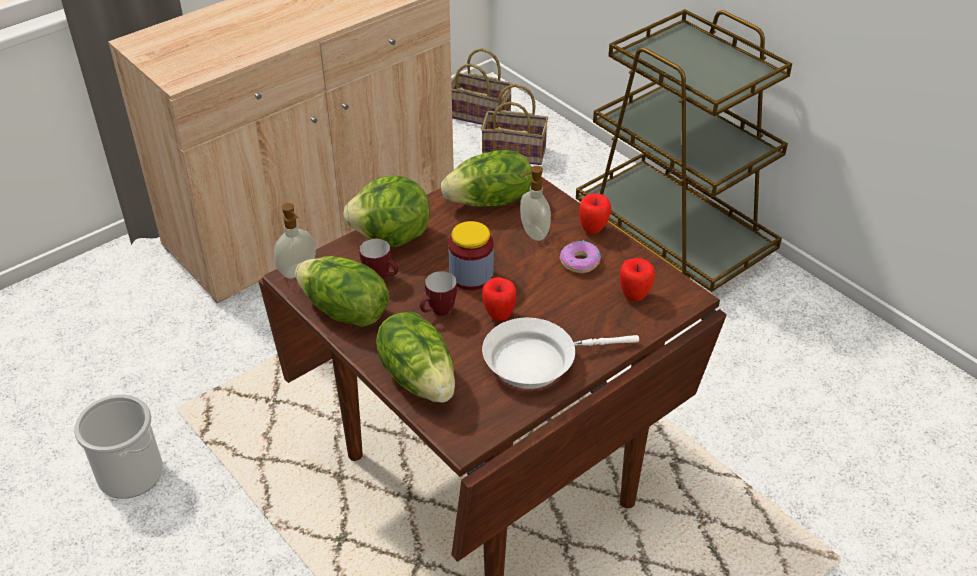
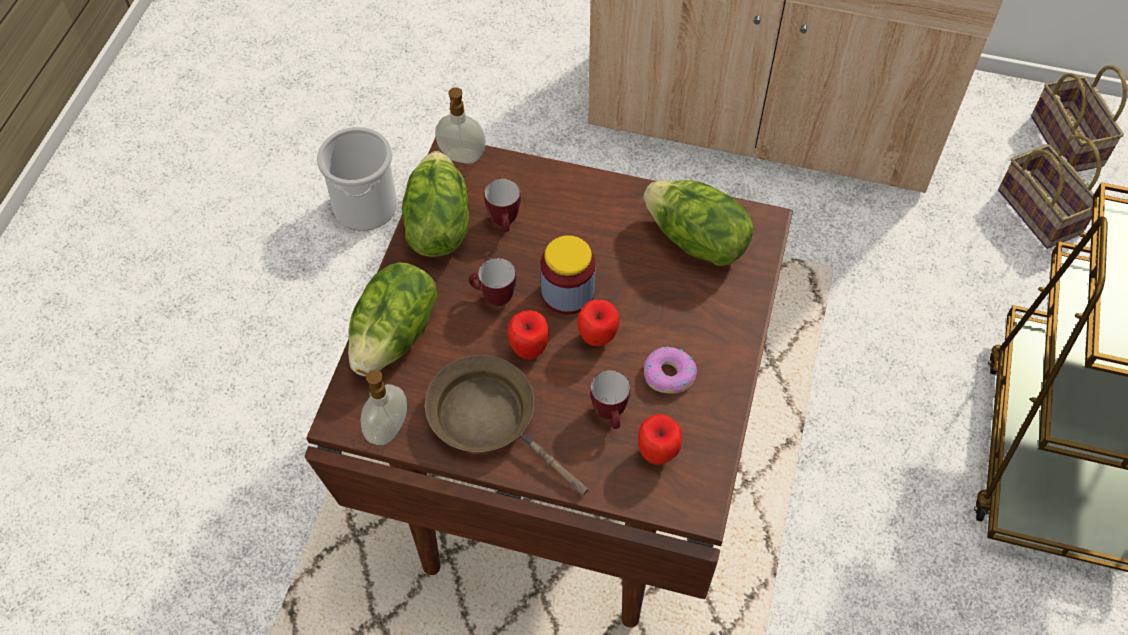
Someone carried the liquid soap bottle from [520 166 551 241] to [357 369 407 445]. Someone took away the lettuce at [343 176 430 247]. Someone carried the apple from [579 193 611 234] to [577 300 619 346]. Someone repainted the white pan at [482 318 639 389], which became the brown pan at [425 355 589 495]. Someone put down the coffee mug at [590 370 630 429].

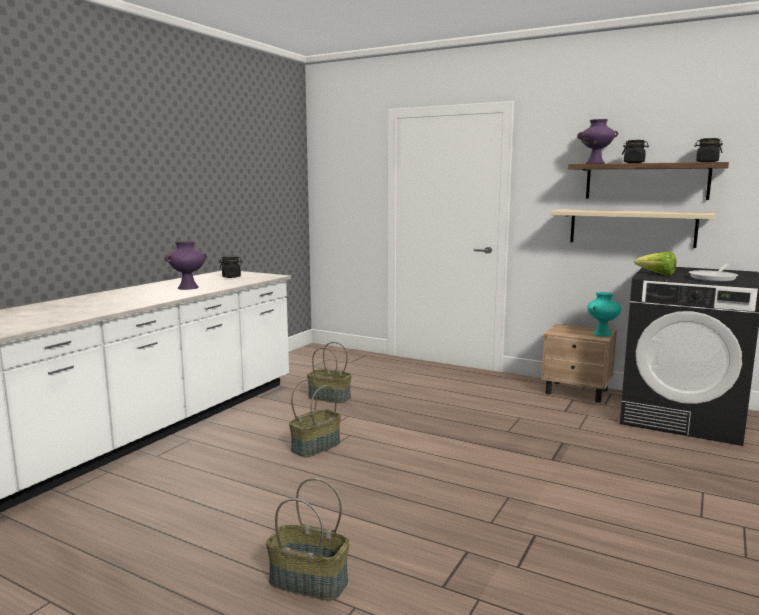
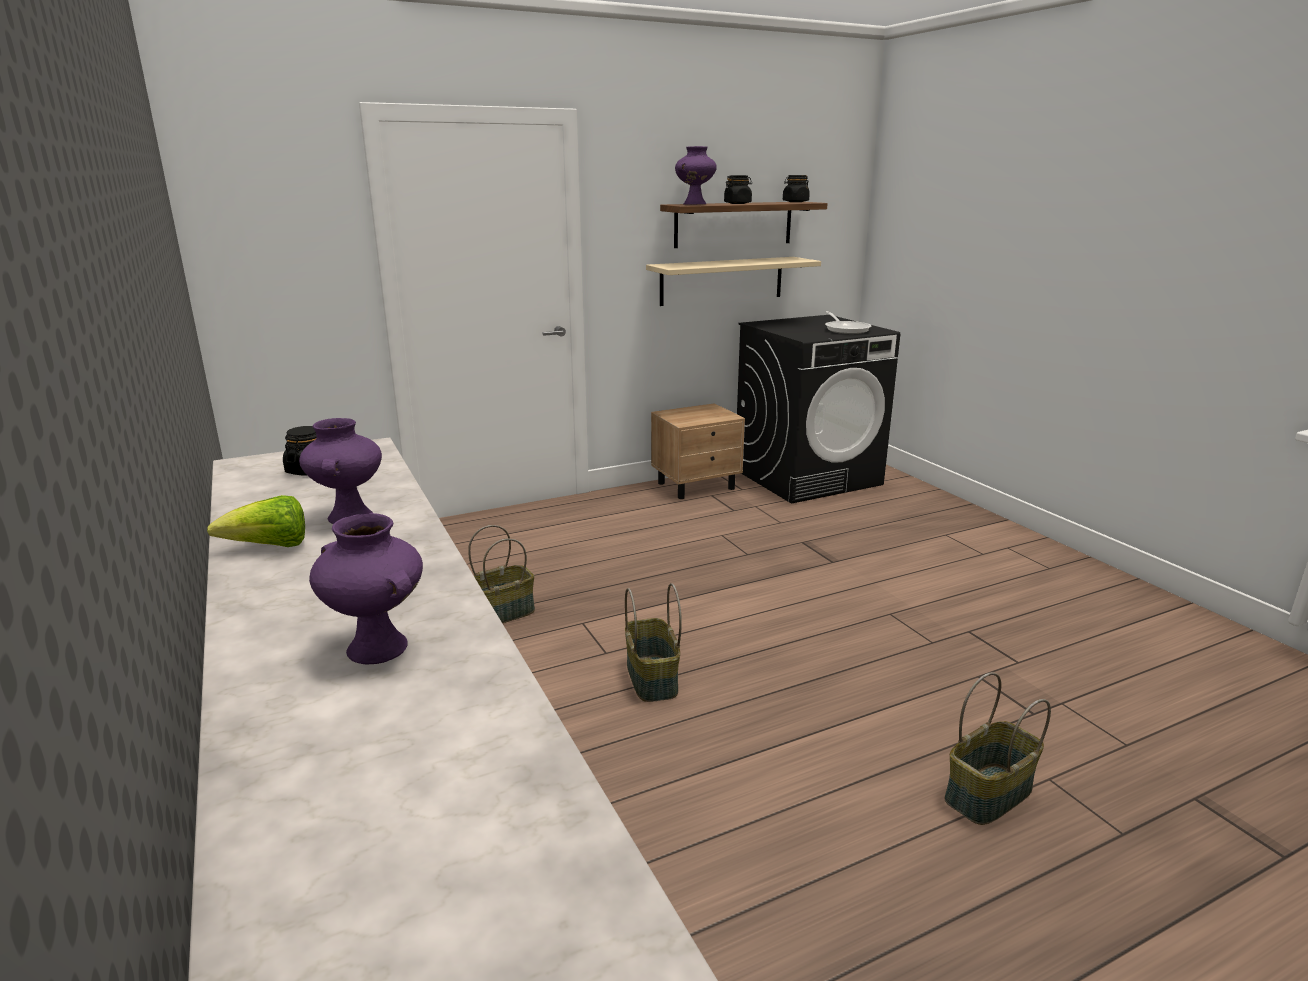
Someone carried the lettuce from [634 252 676 275] to [207 495 305 547]. Someone took away the turquoise vase at [587 292 621 337]. Someone put down the purple vase at [309 513 423 664].

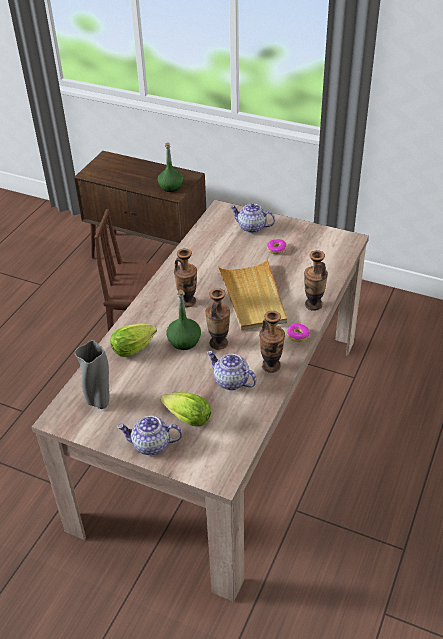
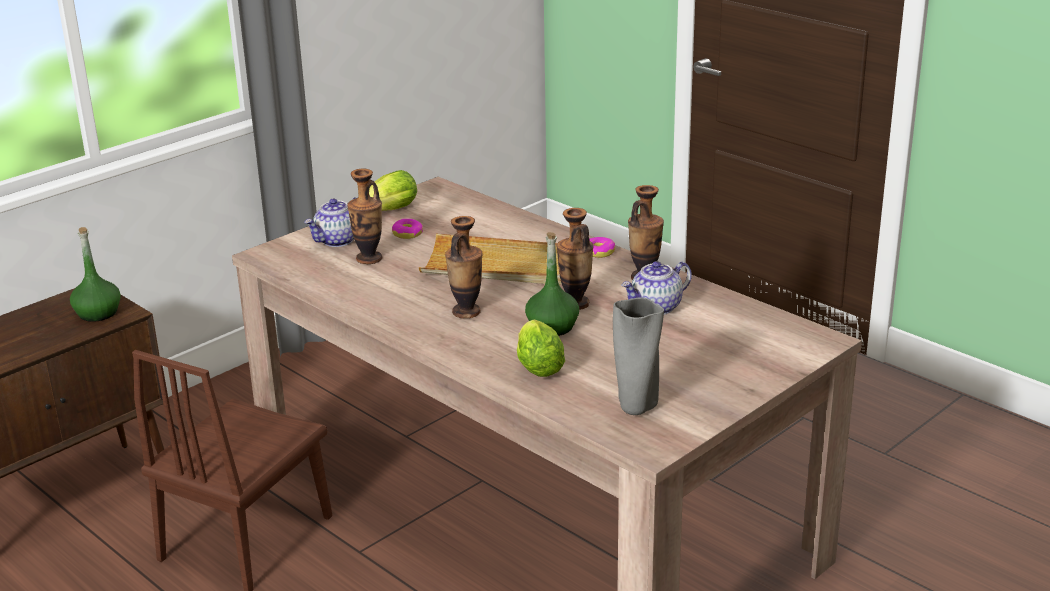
Someone carried the vase from [304 250 328 311] to [347 168 382 264]. Someone carried the lettuce from [161 392 211 426] to [369 170 417 211]. Someone took away the pot for tea at [117 416 182 455].

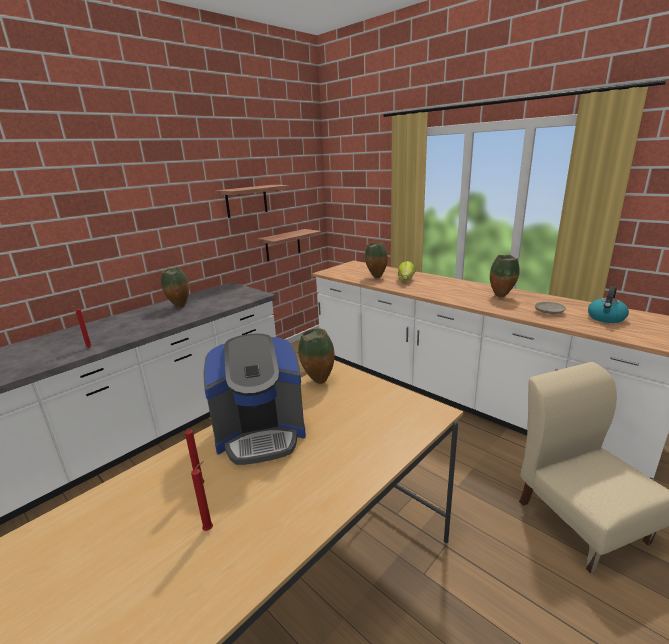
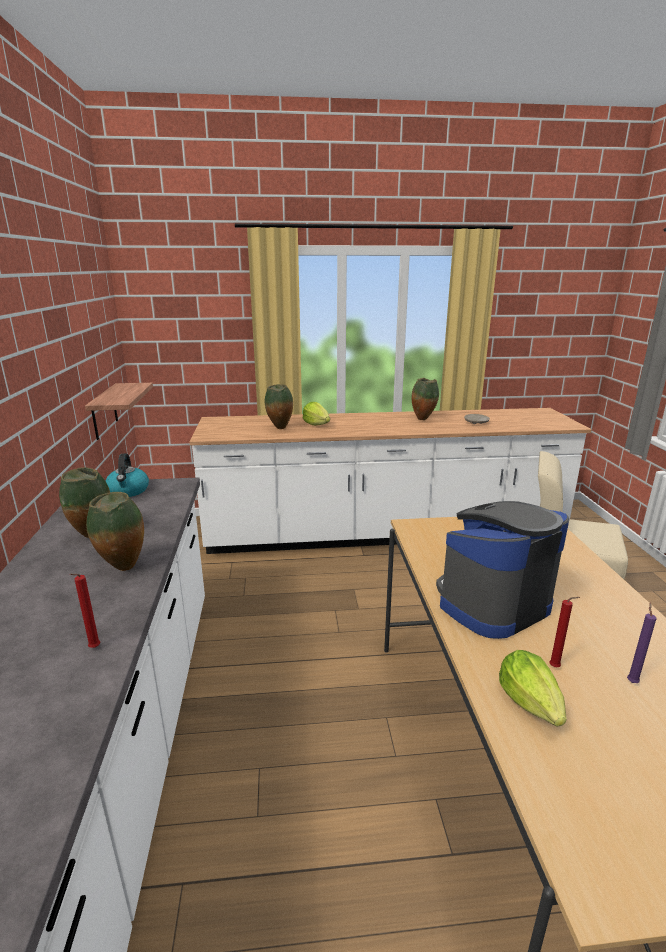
Someone took away the wall shelf at [215 185 289 218]. Someone carried the tea kettle from [588 286 629 323] to [106 453 149 497]. Someone carried the vase from [298 328 335 384] to [86 492 144 571]. Someone rotated the coffee maker at [204 333 306 465] by 150 degrees counterclockwise. Someone repainted the reddish wax light at [191 461 213 531], which became the purple wax light at [627 603 656 683]. Someone put down the lettuce at [499 650 566 726].

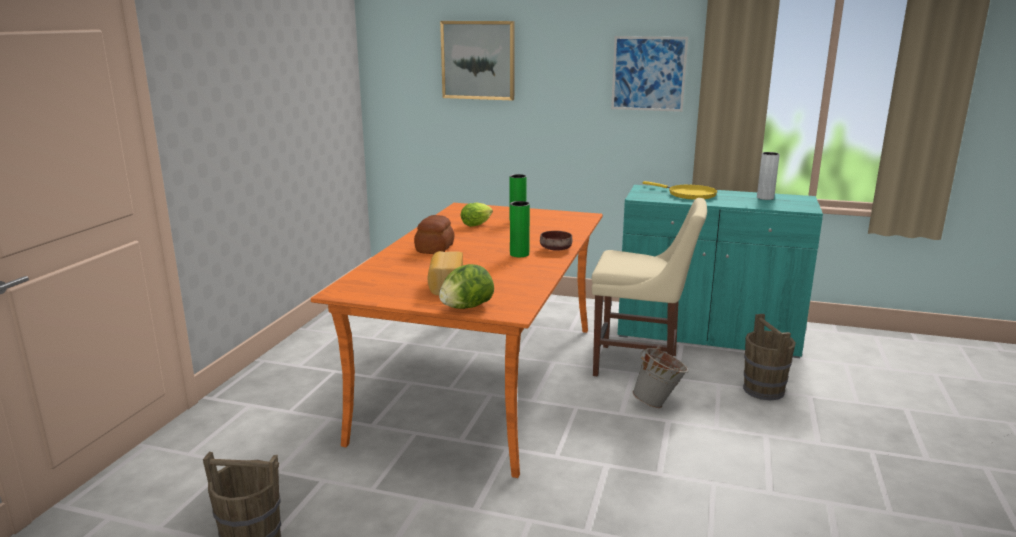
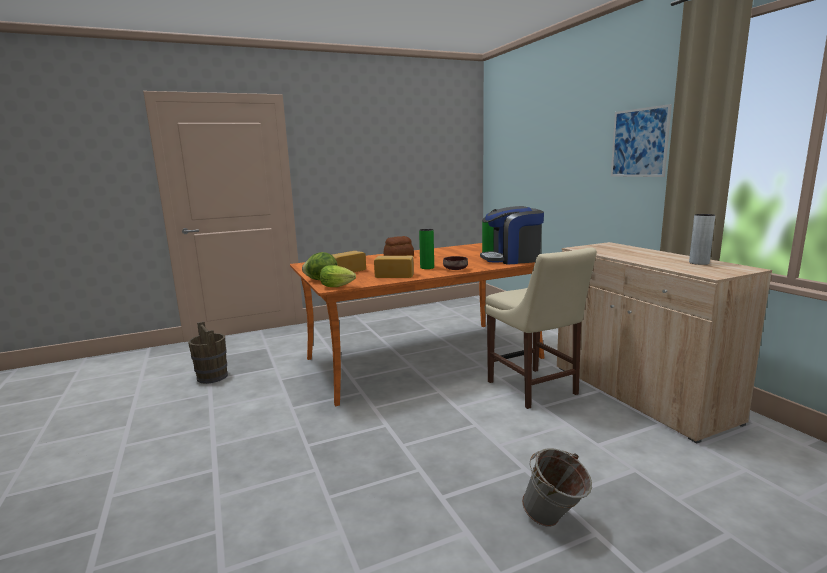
Someone took away the picture at [440 21 515 101]. Someone took away the yellowish pan at [643 181 718 200]. Someone repainted the turquoise cabinet at [617 185 823 358], which became the sand-coloured cabinet at [557 242 772 443]. Someone carried the lettuce from [461 203 493 227] to [320 265 356 287]. Someone took away the brown pail at [743 314 796 400]. Someone carried the greyish pail from [632 347 688 408] to [522 448 592 526]. Someone put down the coffee maker at [480 206 544 265]. Someone put down the baked bread at [374 256 414 278].

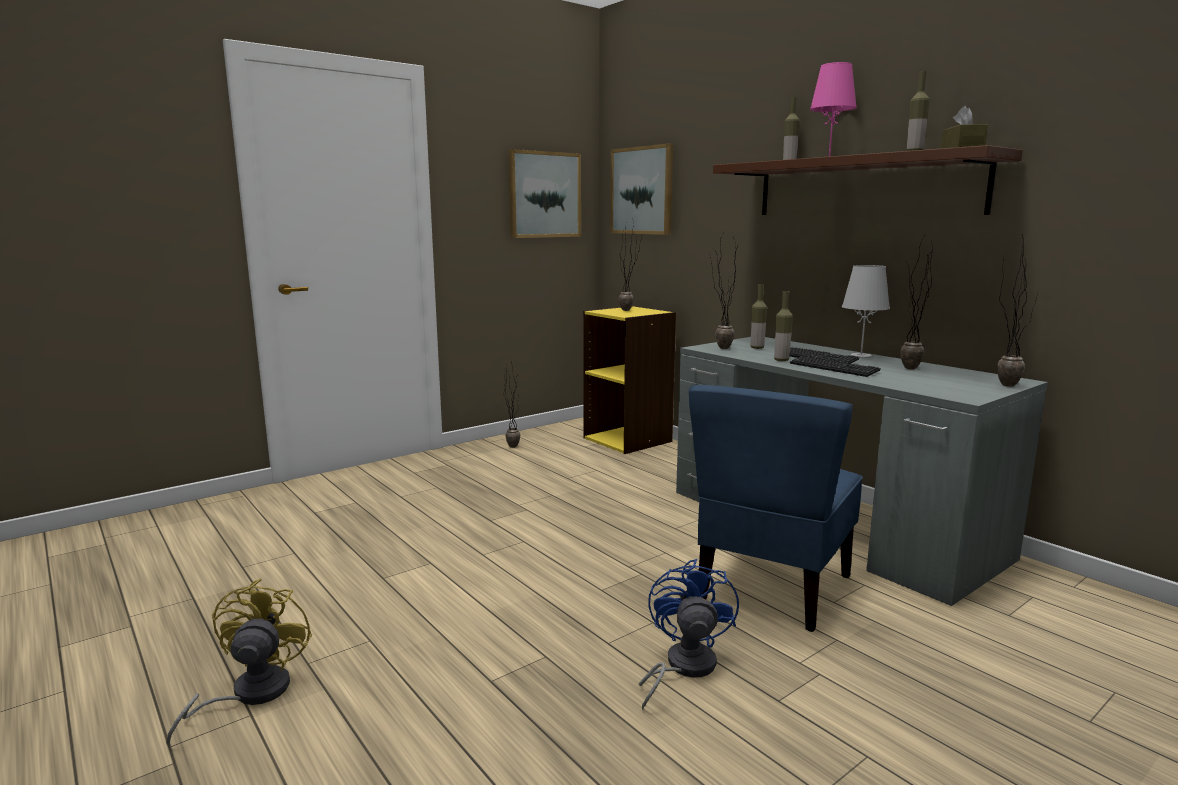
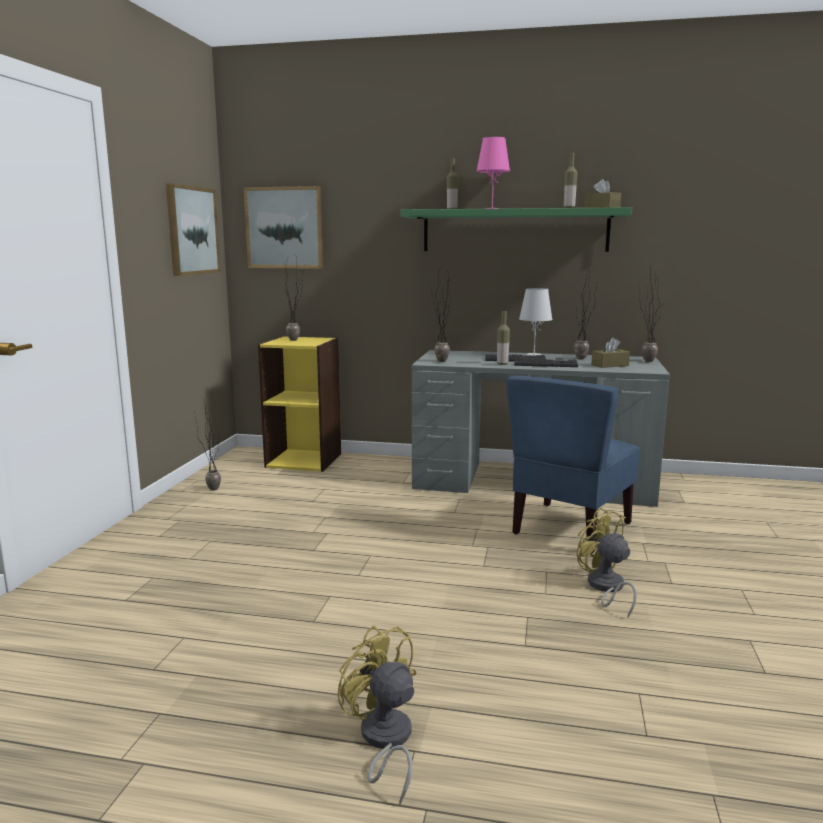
Someone repainted the brown wall shelf at [713 145 1023 215], which became the greenish wall shelf at [400 207 632 252]. Someone took away the bottle at [751 284 767 349]. Someone rotated the blue-coloured plain chair at [689 385 863 632] by 45 degrees clockwise. Someone repainted the blue-coloured fan at [639 559 739 710], which became the yellowish fan at [577 508 637 617]. Someone put down the brown box of tissues at [591 338 630 368].

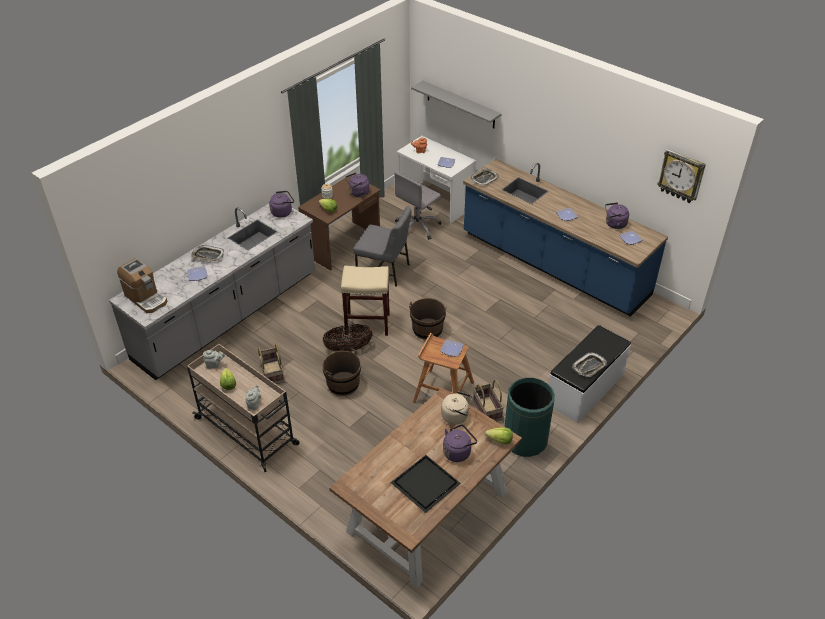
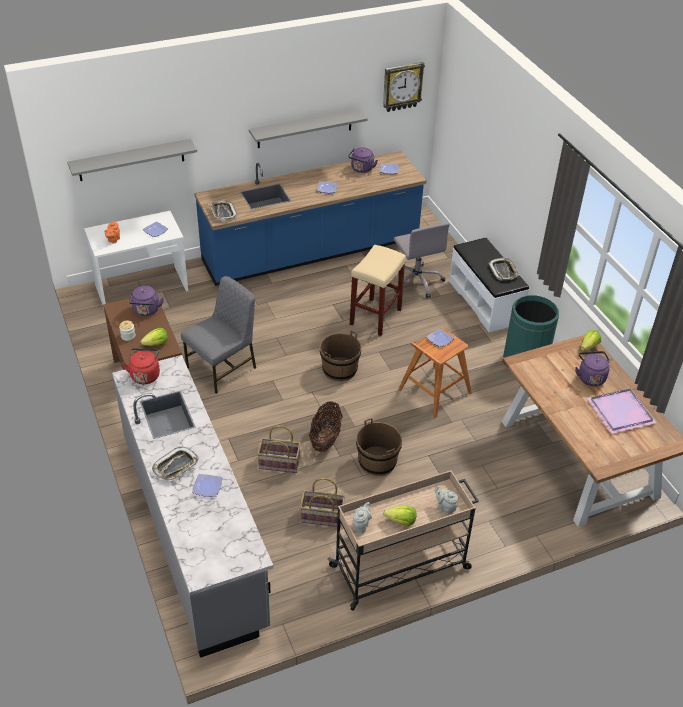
Someone carried the greyish office chair from [394 172 442 240] to [394 223 449 298]. Someone repainted the purple tea kettle at [269 191 294 218], which became the reddish tea kettle at [122 348 160 384]. Someone took away the coffee maker at [117 258 167 313]. Someone carried the sand-coloured stool from [341 266 390 336] to [350 245 406 336]. Someone carried the household basket from [473 380 504 422] to [257 425 301 473]. Someone took away the sand-coloured tea kettle at [441 391 472 425]. Someone repainted the blackish tray at [390 455 461 513], which became the purple tray at [587 388 656 434]. Someone put up the greyish wall shelf at [249 108 368 148].

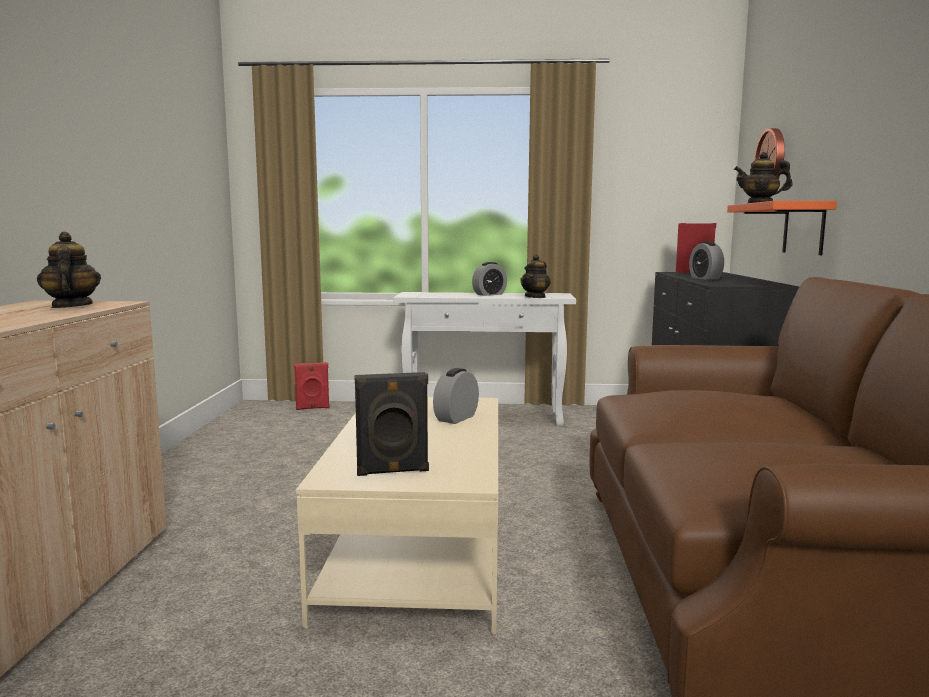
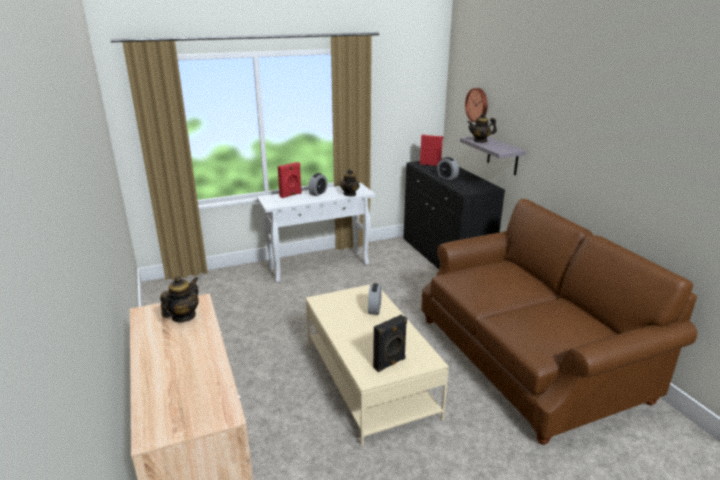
Someone repainted the orange wall shelf at [727 201 837 255], which became the greyish wall shelf at [460 136 526 175]. Someone rotated the pot for tea at [37 232 101 308] by 75 degrees clockwise. Someone carried the reddish audio speaker from [294 362 330 410] to [278 162 302 198].

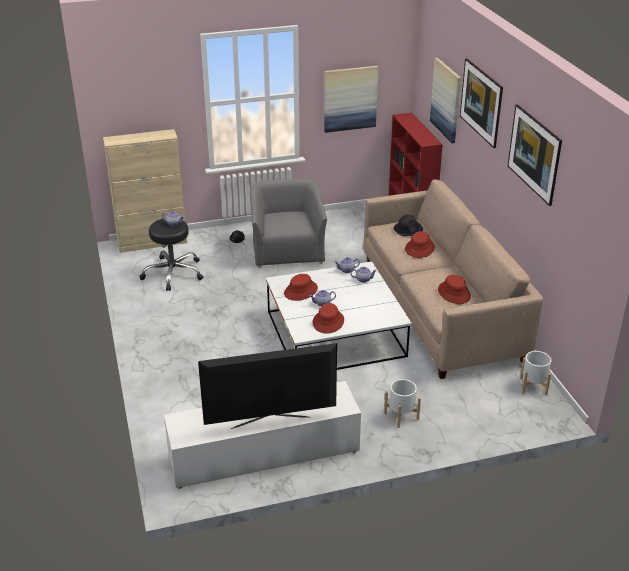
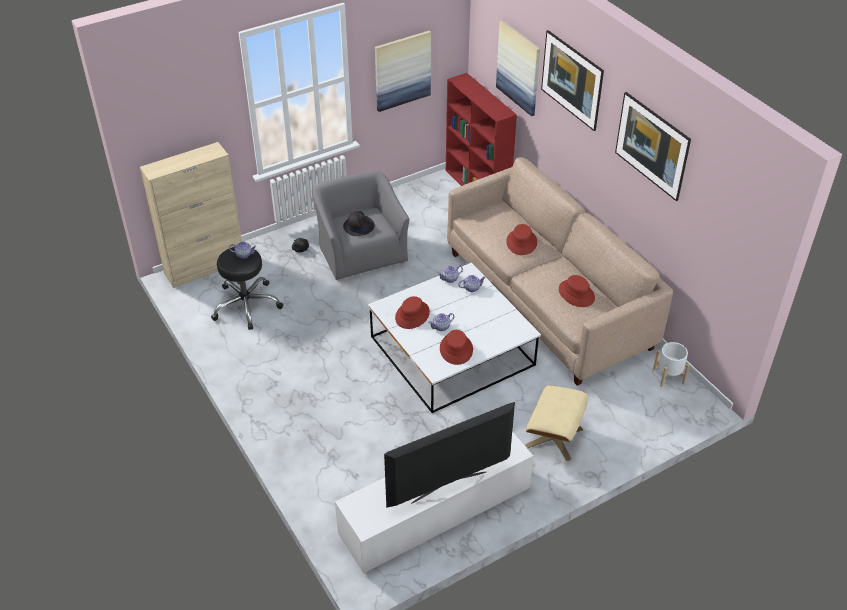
Someone carried the blackish hat from [394 215 423 236] to [343 211 375 236]. Someone swapped the white flower pot at [384 379 421 428] for the sand-coloured pouffe at [526 385 588 461].

